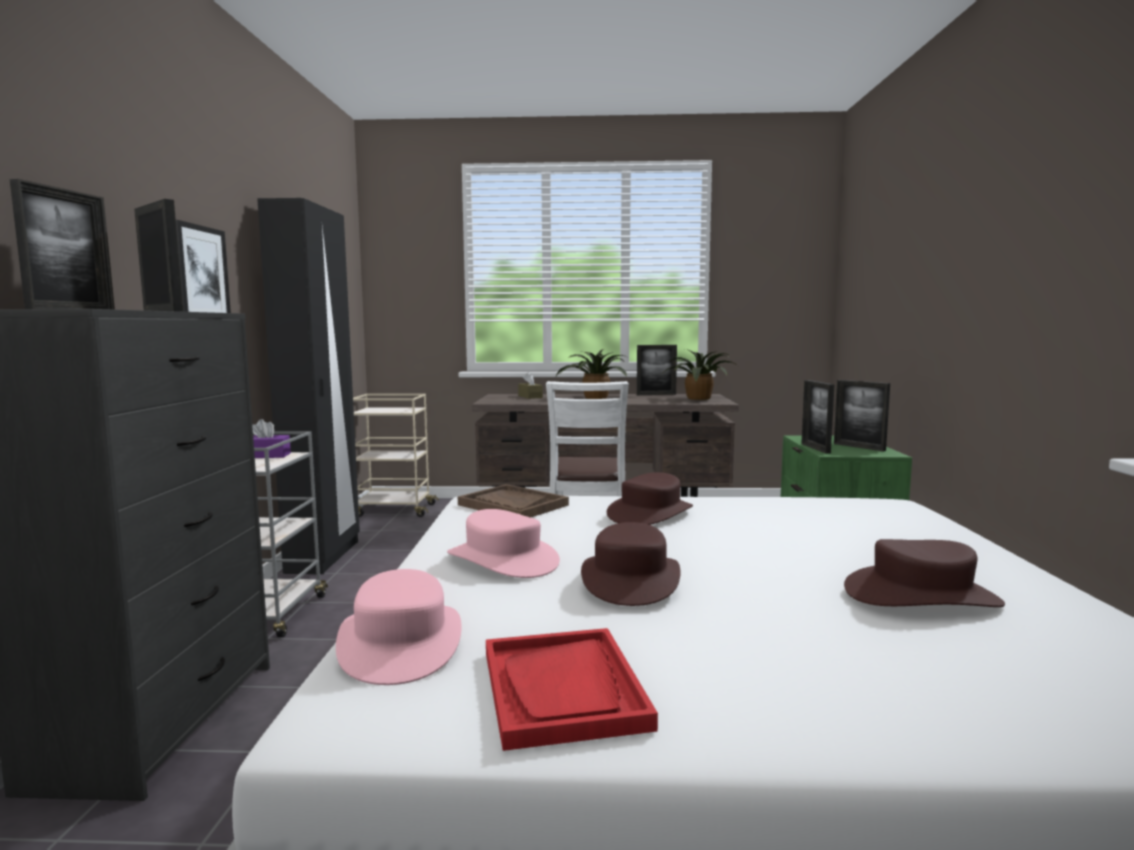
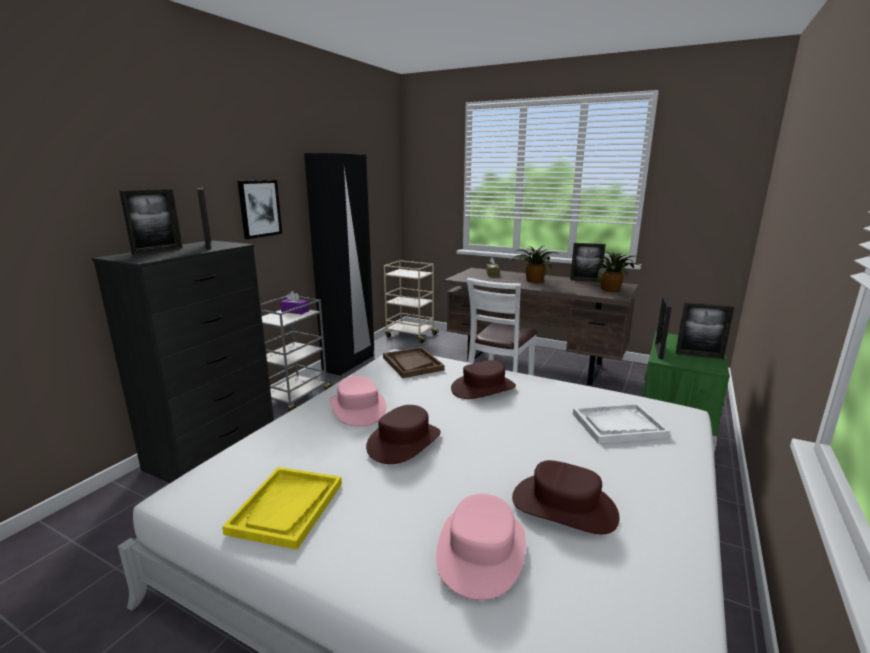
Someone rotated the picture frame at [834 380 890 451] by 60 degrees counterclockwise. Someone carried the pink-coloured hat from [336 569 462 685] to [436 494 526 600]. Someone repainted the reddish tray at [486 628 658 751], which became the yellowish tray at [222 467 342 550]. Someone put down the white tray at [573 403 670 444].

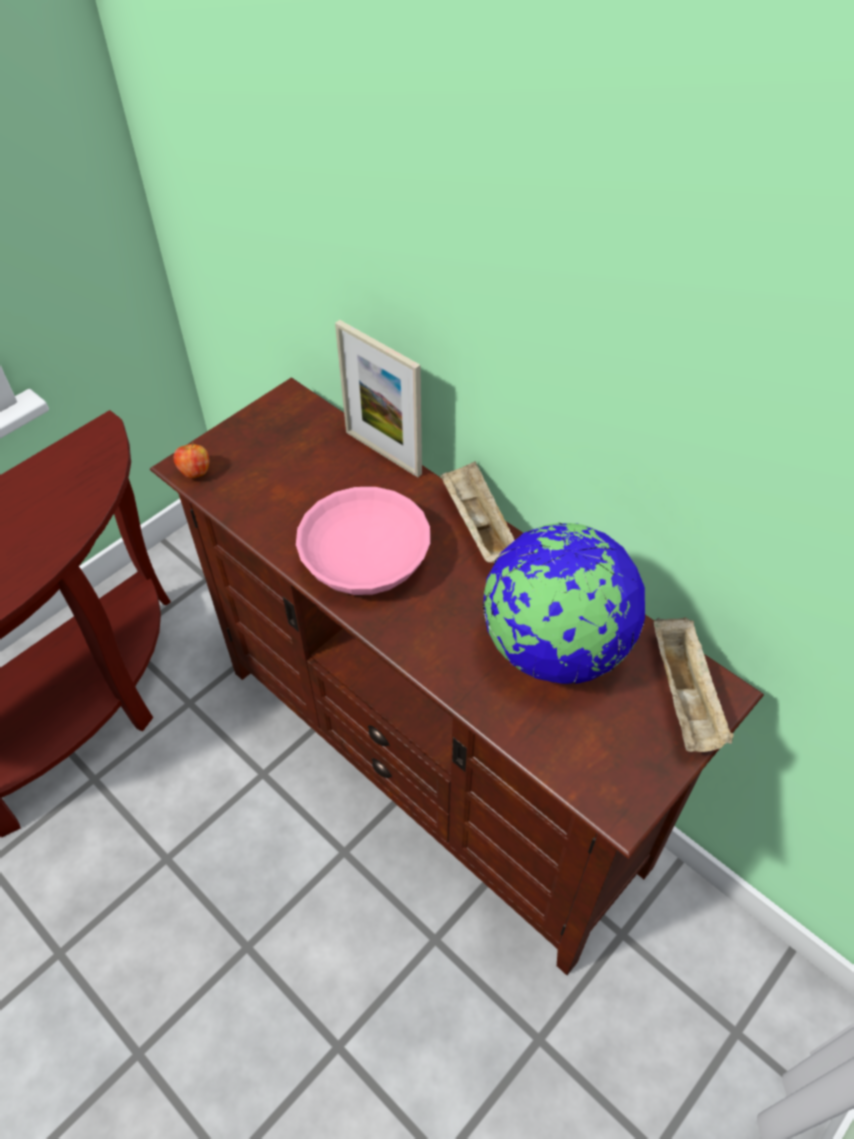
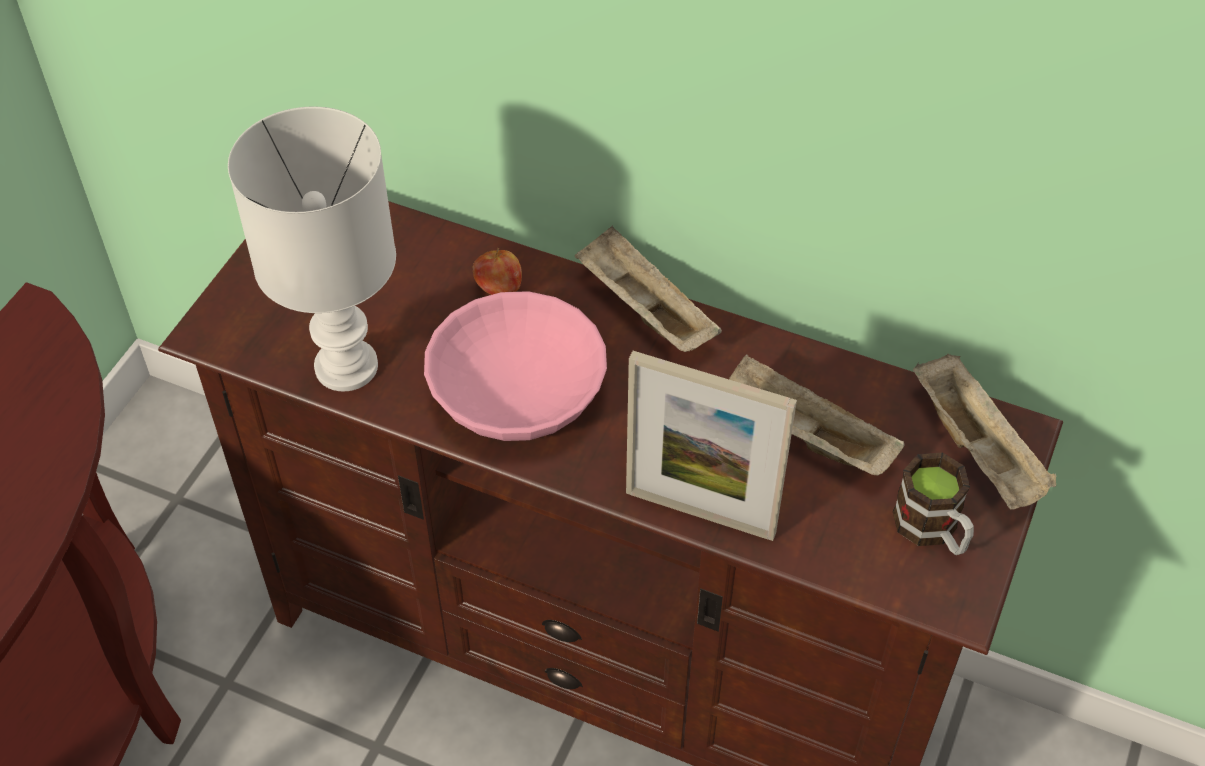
Someone carried the picture frame from [335 320 422 477] to [626 351 797 541]. Someone carried the apple from [174 443 209 478] to [473 248 522 295]. Someone swapped the world globe at [483 522 645 684] for the sand-coloured tray at [729 355 904 476]. Someone put down the white lamp for a table at [228 106 396 391]. Someone put down the coffee mug at [893 452 974 555].

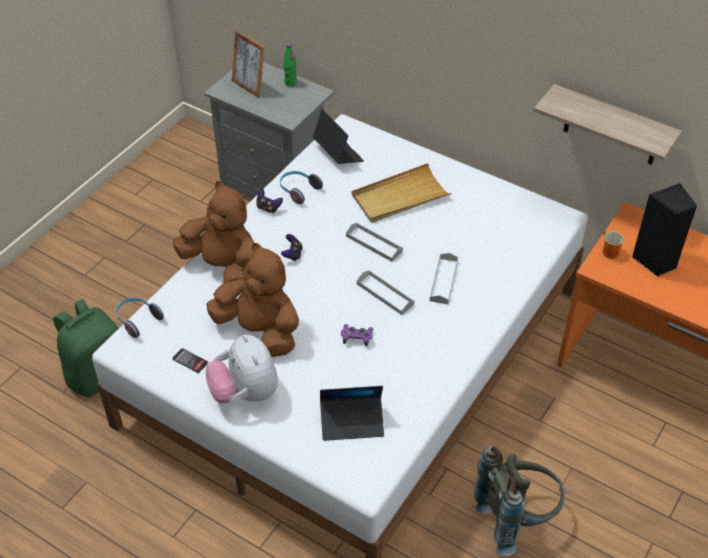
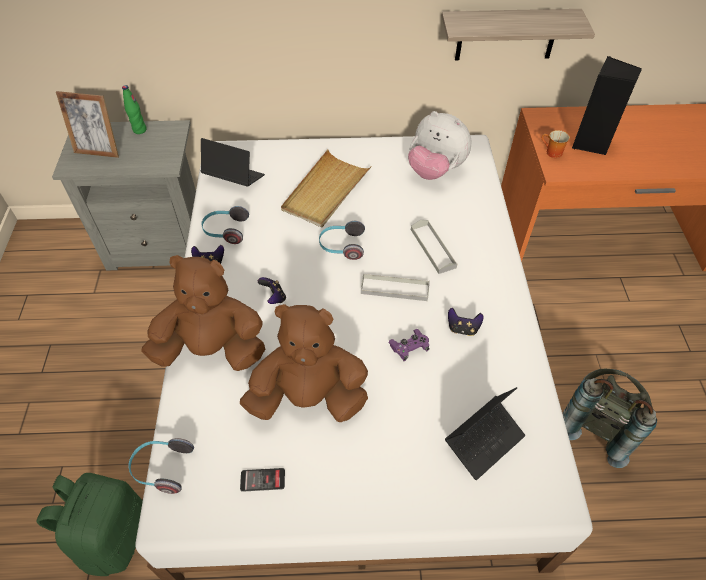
Someone swapped the greyish tray at [346 223 403 262] for the pair of headphones at [319 221 365 260]. Someone carried the soft toy from [206 334 278 404] to [408 111 472 180]. Someone put down the gamepad at [448 308 484 336].

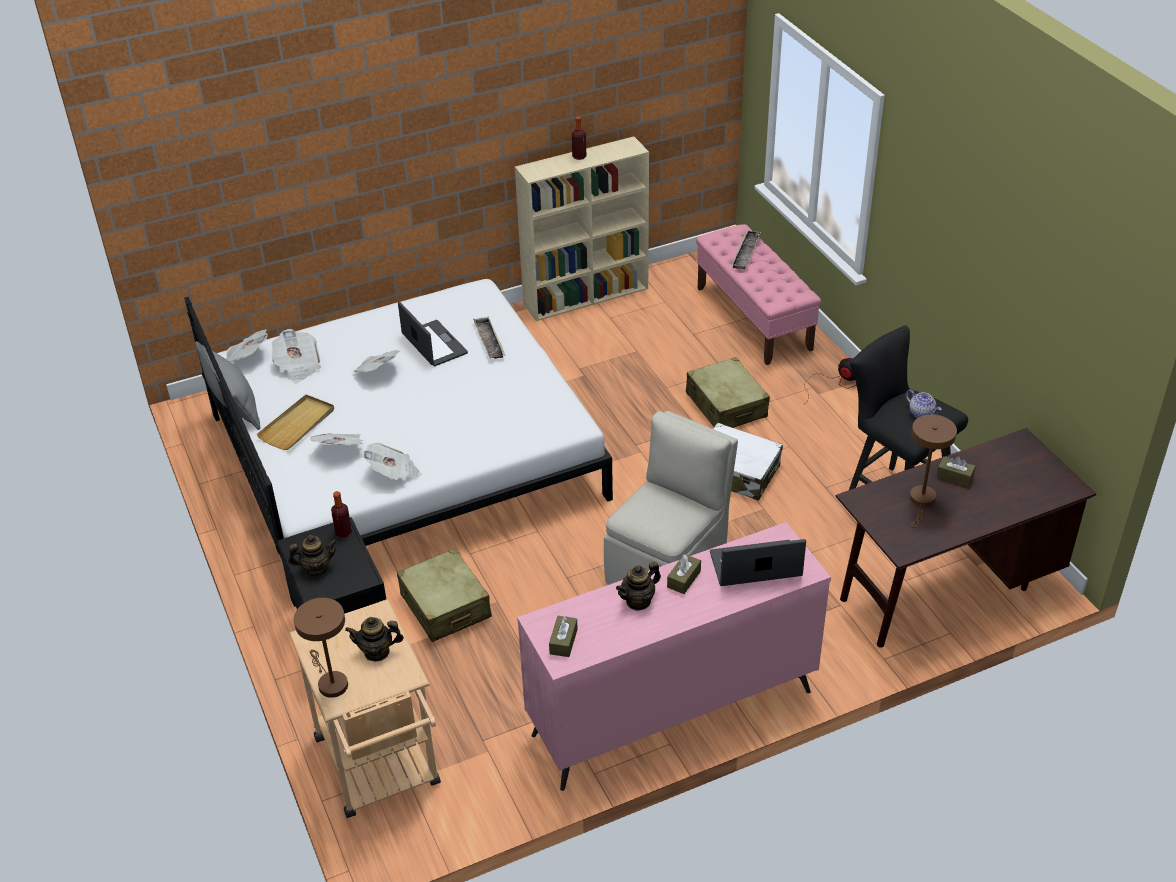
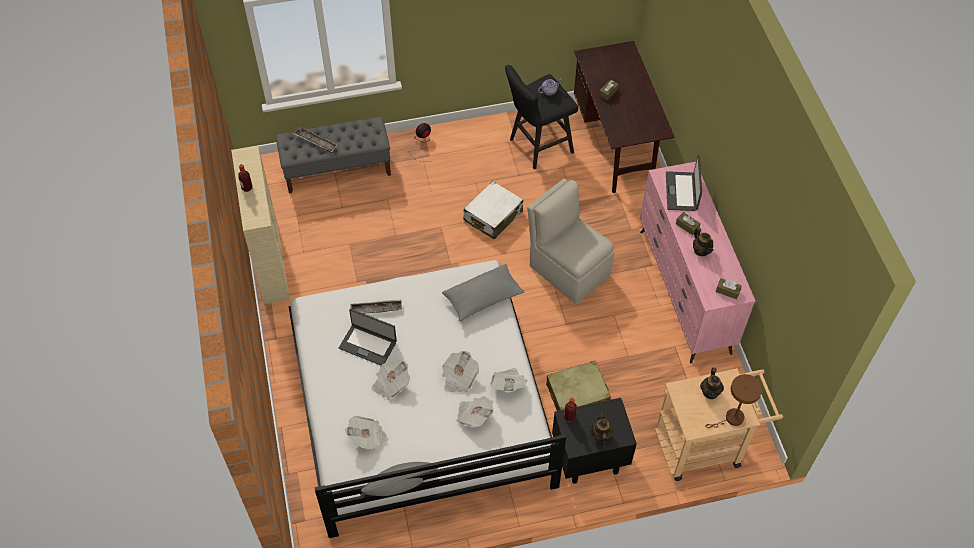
Someone repainted the pink-coloured indoor bench at [696 224 821 365], which became the greyish indoor bench at [276 117 391 194]. Someone rotated the laptop at [398 302 468 366] by 135 degrees counterclockwise. Someone carried the printed paper from [226 329 268 362] to [442 351 479 393]. Someone took away the sand-coloured suitcase at [686 357 770 428]. Someone took away the sand-coloured tray at [257 395 334 450]. Someone took away the brown lamp for a table at [910 414 957 528]. Someone put down the greyish pillow at [442 264 524 321].

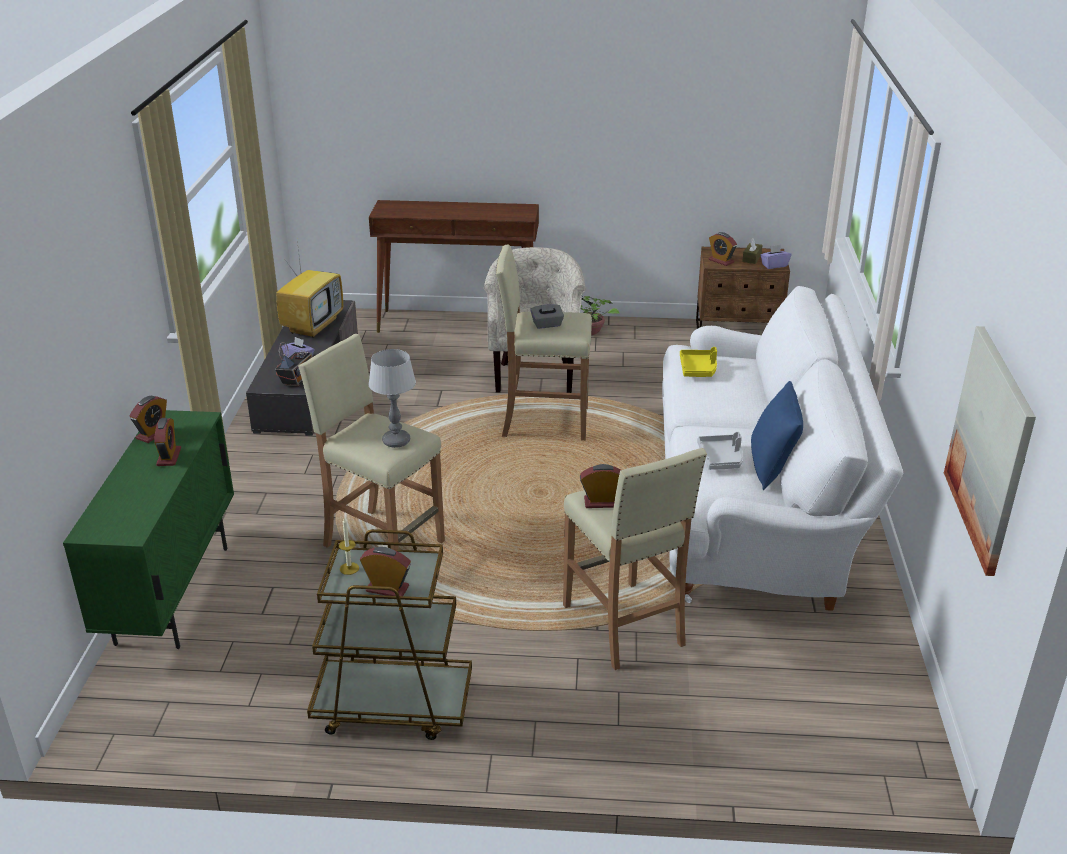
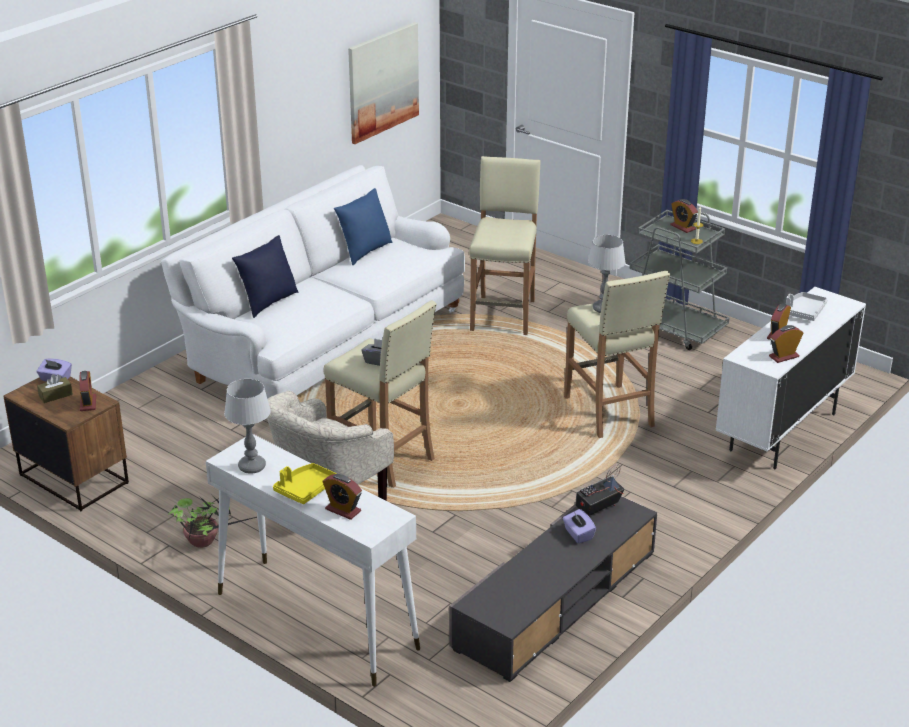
Someone repainted the brown hall table at [369 200 539 333], which became the white hall table at [206 434 420 687]. Someone took away the TV set at [276 241 343 338]. Someone carried the yellowish tray from [680 347 717 377] to [273 463 337 504]. Someone repainted the greenish cabinet at [63 410 234 649], which became the white cabinet at [716 287 866 470]. Someone carried the greyish tray from [697 432 743 470] to [786 292 828 321]. Someone carried the alarm clock from [580 464 621 508] to [322 474 362 520]. Someone repainted the brown trolley at [307 529 472 740], which became the greyish trolley at [630 210 730 350]. Someone put down the blue-coloured pillow at [232 235 299 318]. Someone put down the lamp for a table at [224 379 271 474].

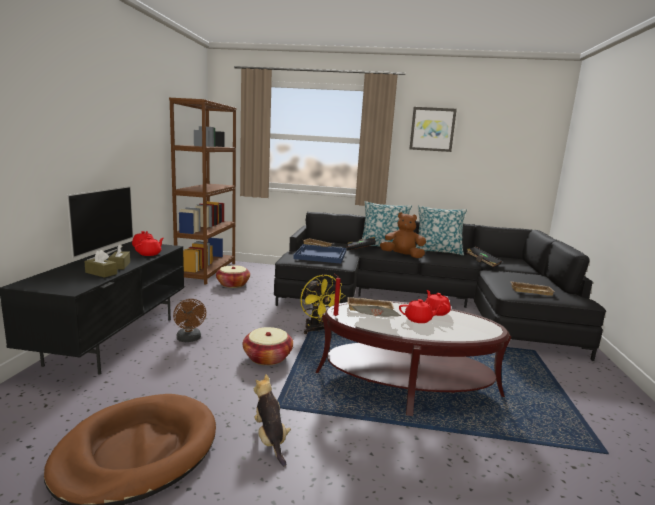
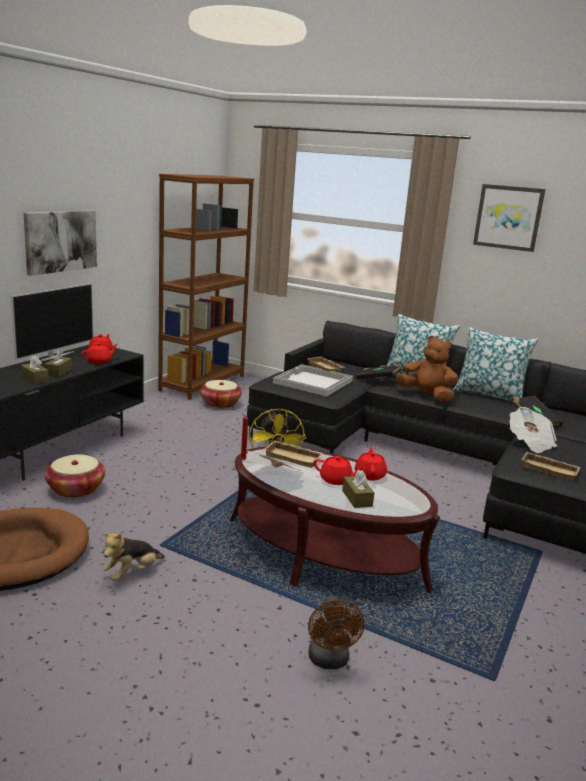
Someone repainted the blue-coloured tray at [293 244 346 264], which became the white tray at [273 364 353 396]. Someone carried the brown fan from [173 299 206 342] to [308 595 365 669]. Someone carried the household basket from [243 327 293 365] to [45 454 105 498]. Someone rotated the soft toy at [254 374 291 467] by 135 degrees counterclockwise. Someone put up the picture at [24 210 97 276]. Someone put down the printed paper at [510 407 557 453]. Someone put down the brown box of tissues at [342 470 375 508].

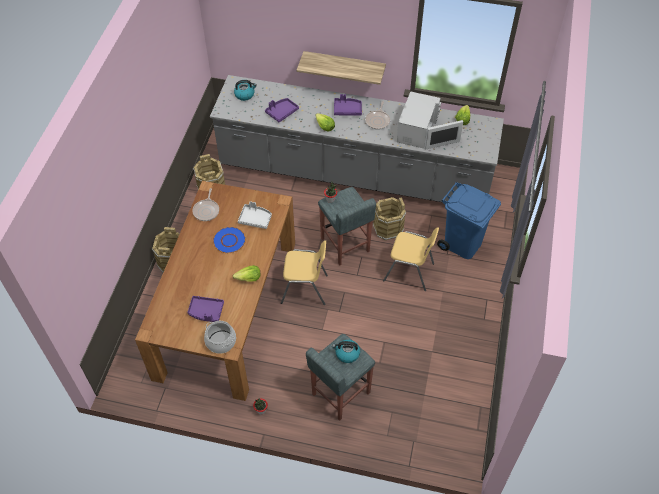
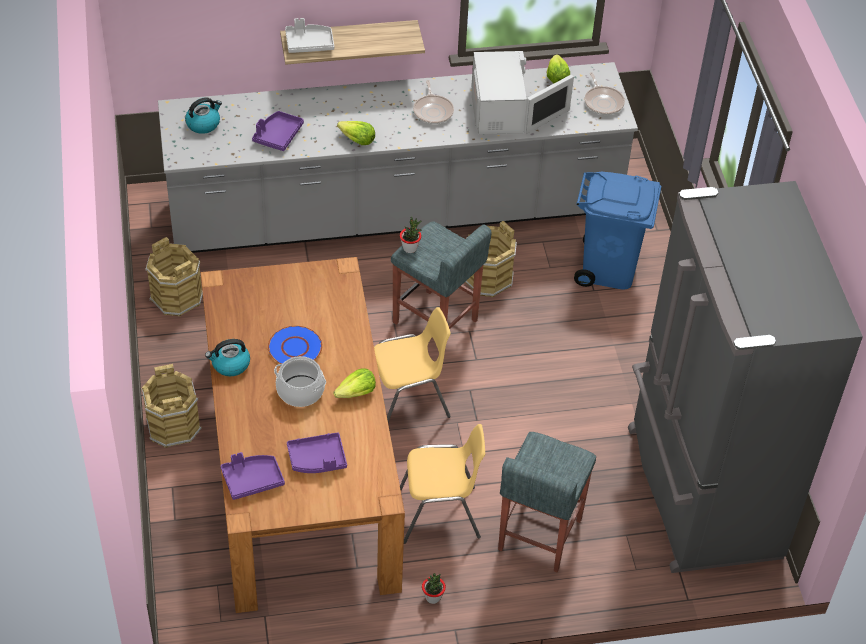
Someone carried the purple tray from [334 94 362 116] to [221 452 285 500]. Someone carried the pan from [192 188 219 221] to [584 72 625 115]. Someone carried the greyish tray from [238 201 272 229] to [285 18 334 53]. Someone carried the yellowish plain chair from [383 227 439 291] to [400 424 485 544]. Someone carried the saucepot from [204 321 236 354] to [274 356 326 407]. Someone carried the tea kettle from [332 340 360 363] to [205 339 250 376]. Someone put down the greyish kitchen fridge at [628 181 863 573].

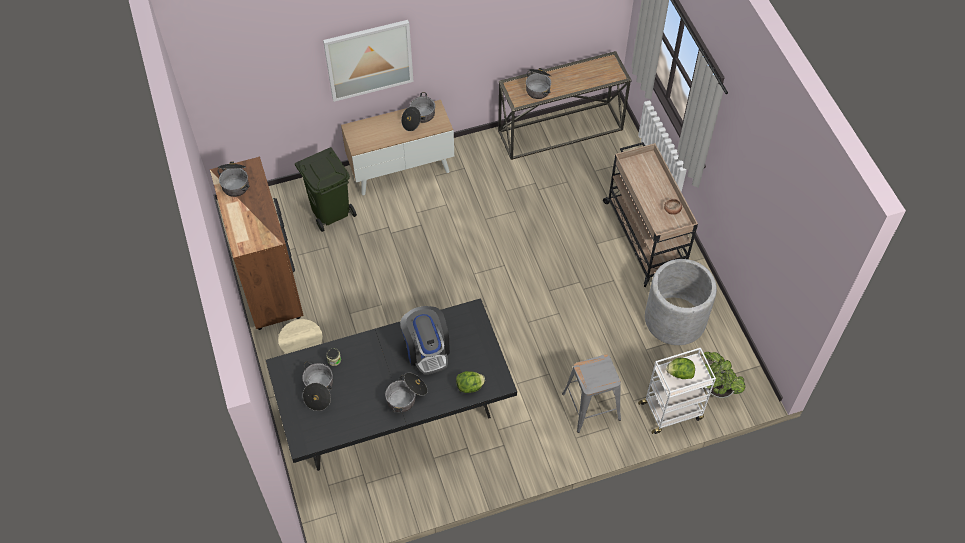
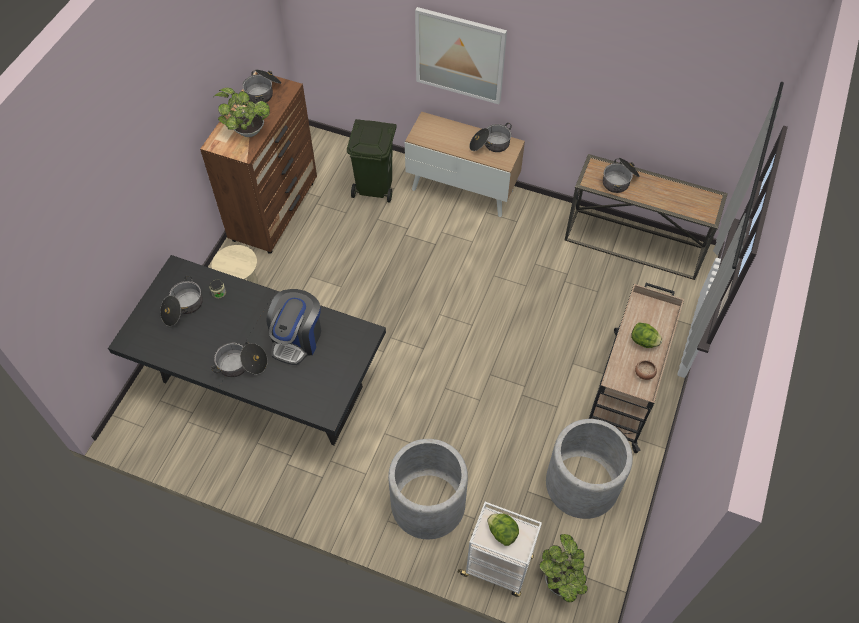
Someone swapped the greyish stool at [562 355 621 433] for the greyish flower pot at [388 439 468 539]. Someone carried the lettuce from [456 371 485 393] to [631 322 663 348]. Someone put down the potted plant at [214 88 270 137].

